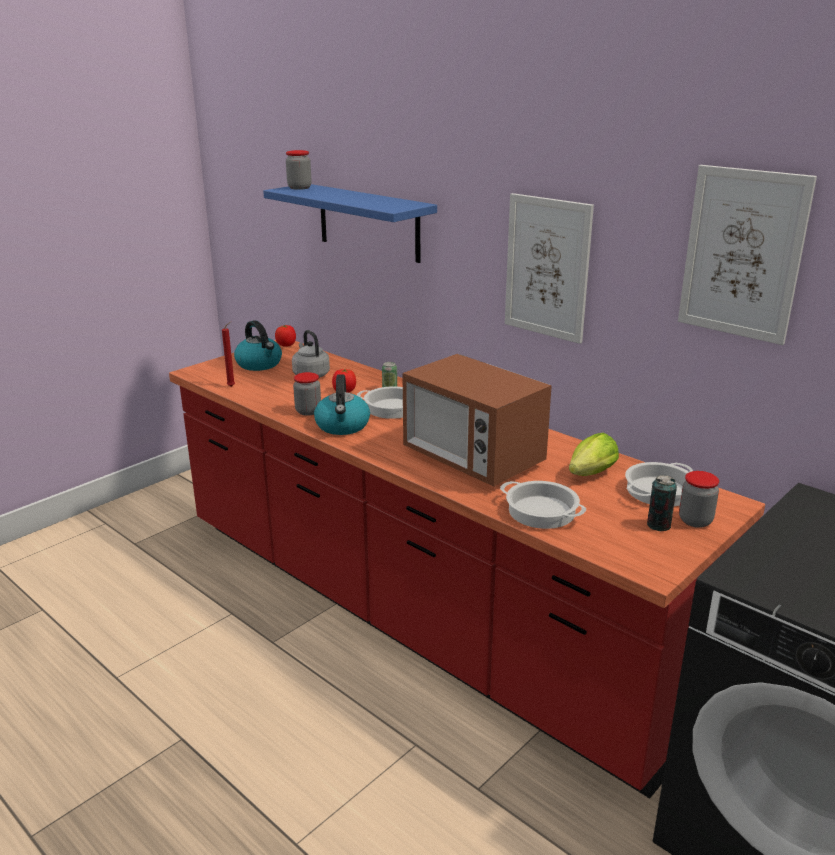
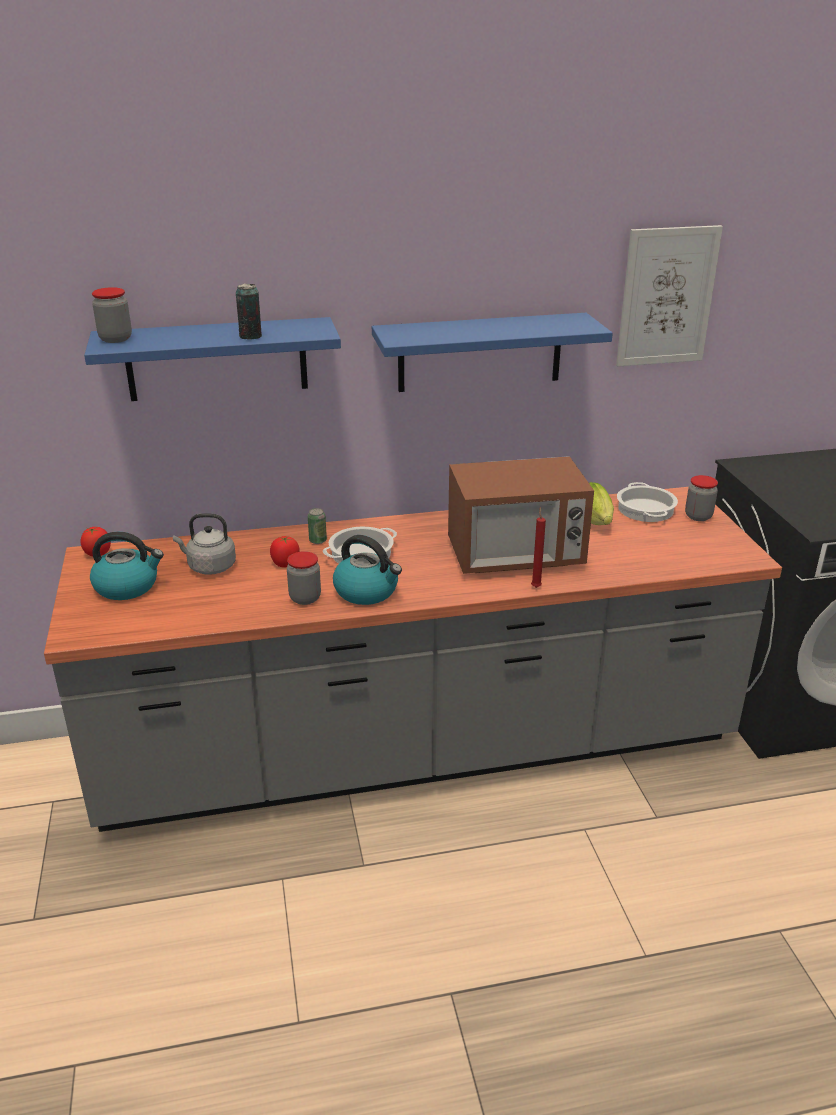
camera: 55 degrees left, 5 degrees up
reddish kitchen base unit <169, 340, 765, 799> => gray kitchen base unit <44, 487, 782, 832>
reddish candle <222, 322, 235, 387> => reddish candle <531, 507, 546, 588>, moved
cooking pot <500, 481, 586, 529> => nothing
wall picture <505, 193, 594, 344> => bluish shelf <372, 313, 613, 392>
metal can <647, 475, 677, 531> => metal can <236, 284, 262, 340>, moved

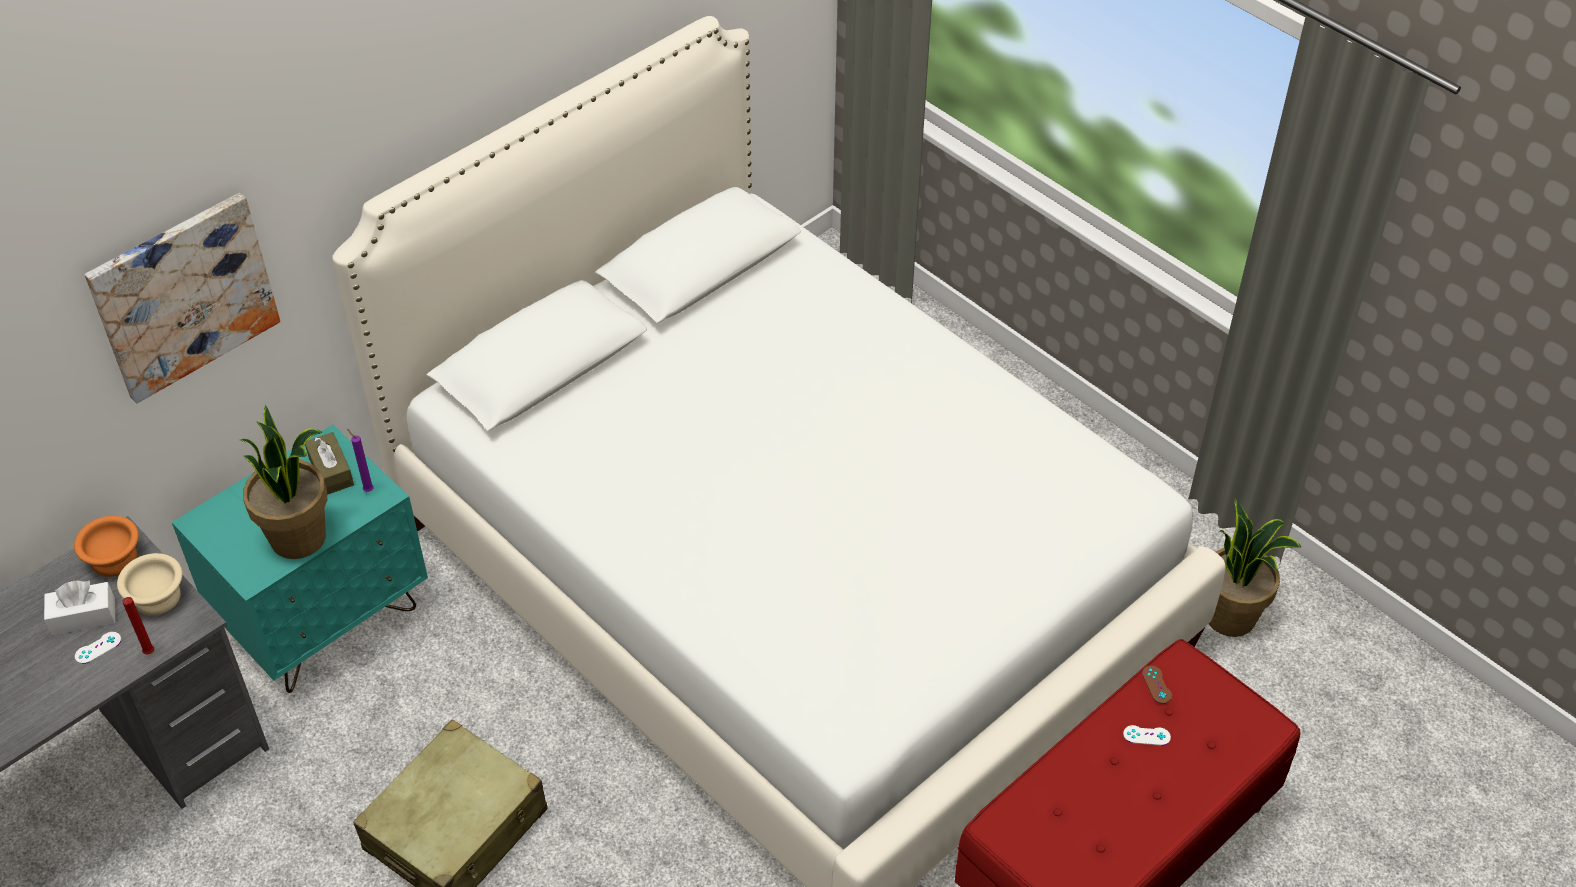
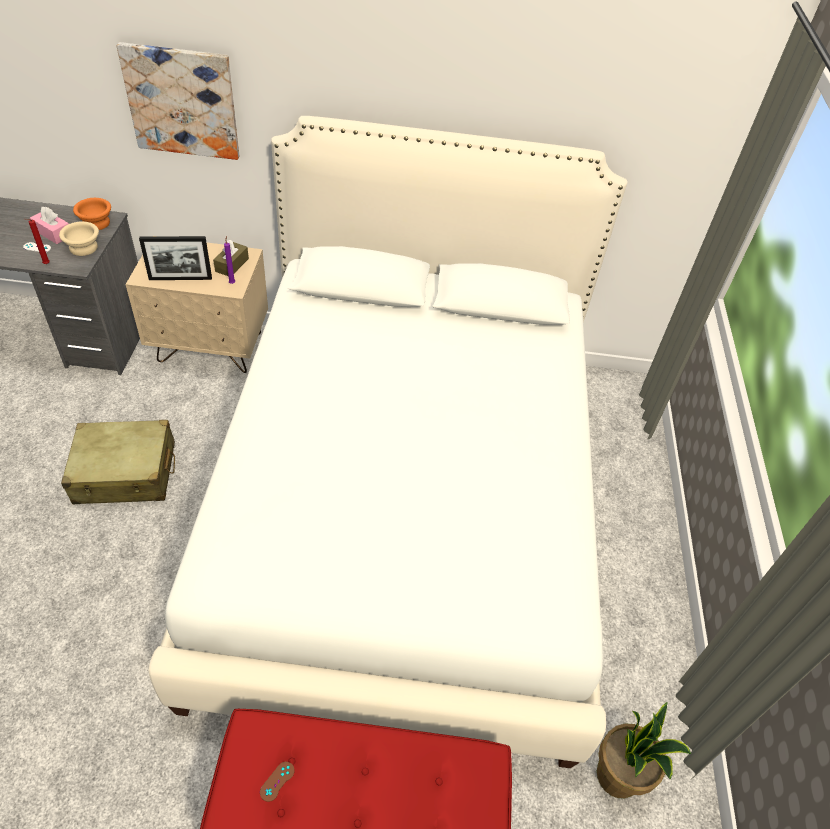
camera: 45 degrees right, 0 degrees up
whitish tissue holder <44, 580, 115, 635> => pinkish tissue holder <30, 206, 69, 244>
blue-green bedside table <172, 425, 428, 693> => beige bedside table <125, 242, 268, 373>
potted plant <240, 405, 327, 559> => standing frame <139, 236, 212, 280>
whitish gamepad <1123, 725, 1171, 746> => nothing
brown gamepad <1142, 666, 1172, 704> => brown gamepad <260, 762, 294, 802>, moved

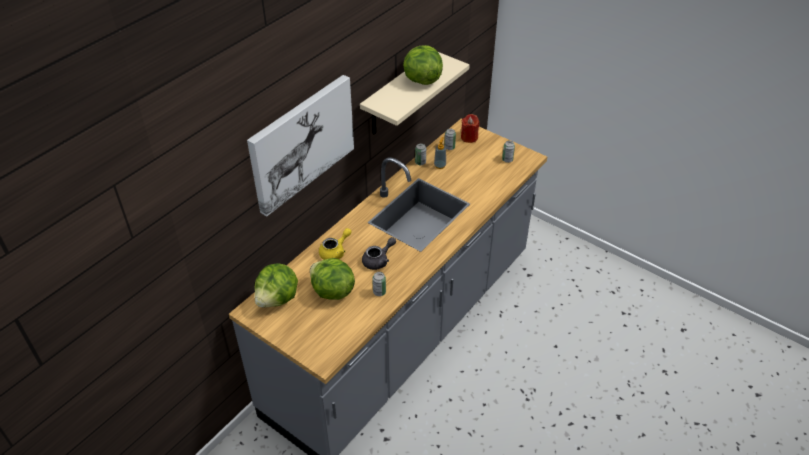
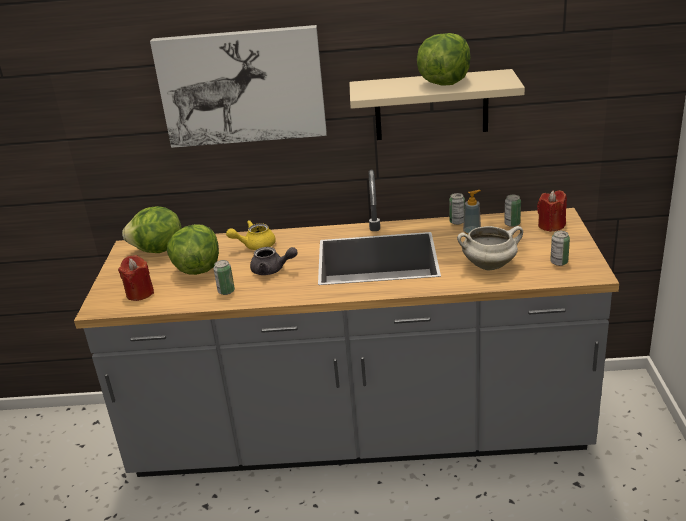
camera: 55 degrees right, 15 degrees down
yellowish tea pot <319, 228, 352, 260> => yellowish tea pot <226, 220, 276, 250>, 150 degrees clockwise
nothing => reddish candle <118, 255, 154, 301>
nothing => whitish cooking pot <457, 226, 523, 271>

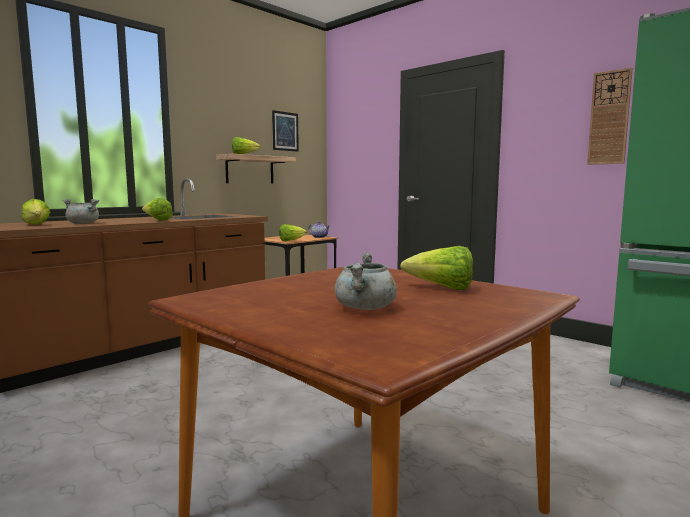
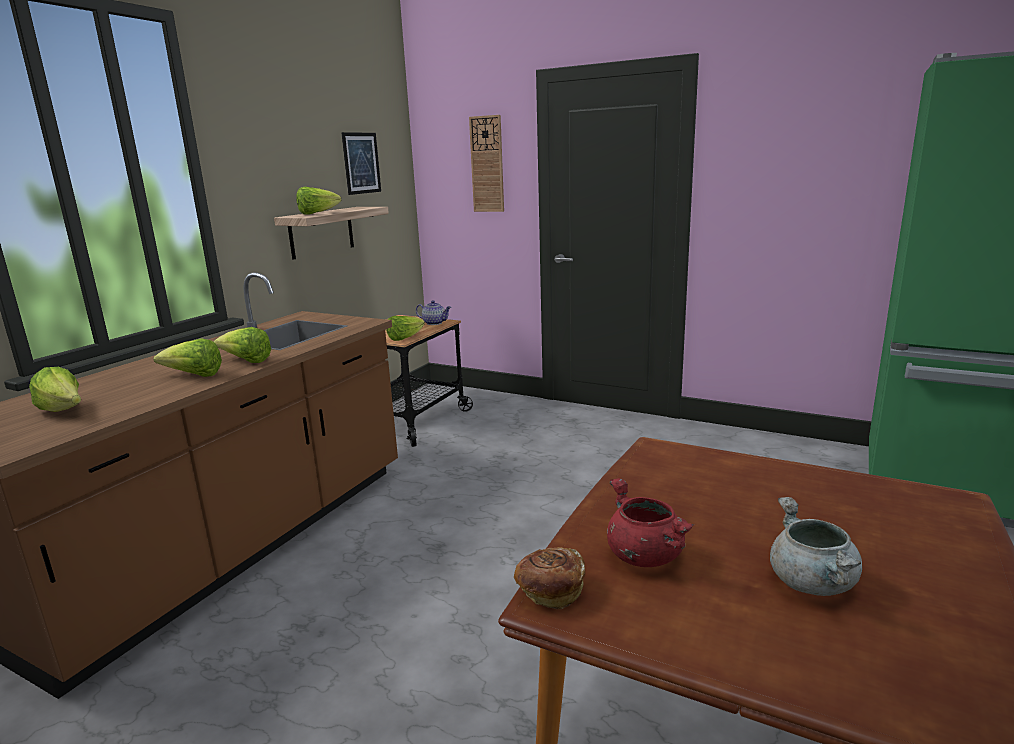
camera: 15 degrees left, 10 degrees up
gray cooking pot <62, 198, 99, 224> => nothing
head of lettuce <400, 246, 473, 290> => head of lettuce <154, 338, 222, 377>, moved
hanging clock <587, 68, 633, 165> => hanging clock <469, 115, 504, 212>, moved
nothing => bread <513, 547, 585, 609>
nothing => reddish cooking pot <607, 478, 694, 567>

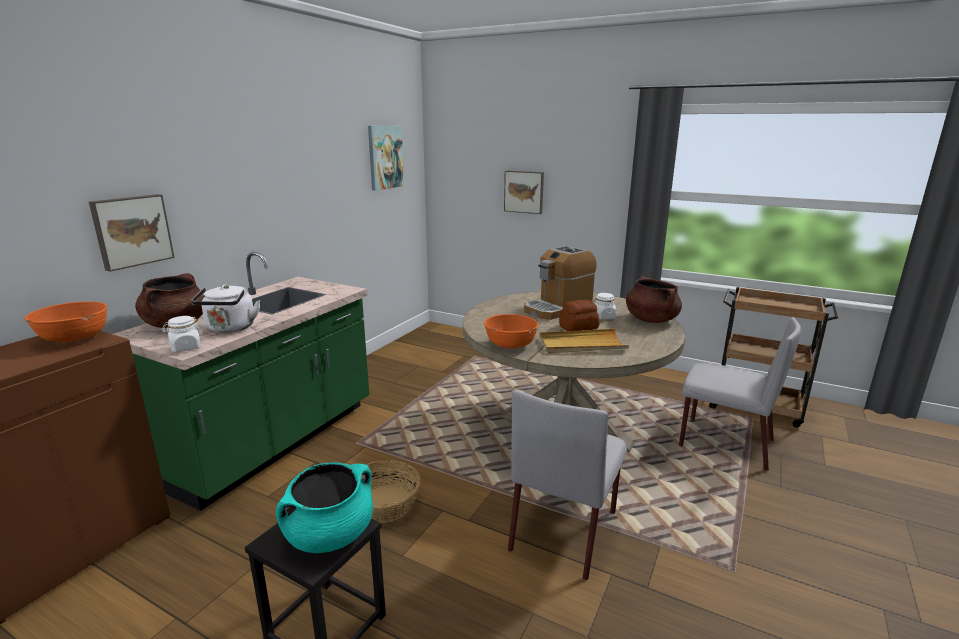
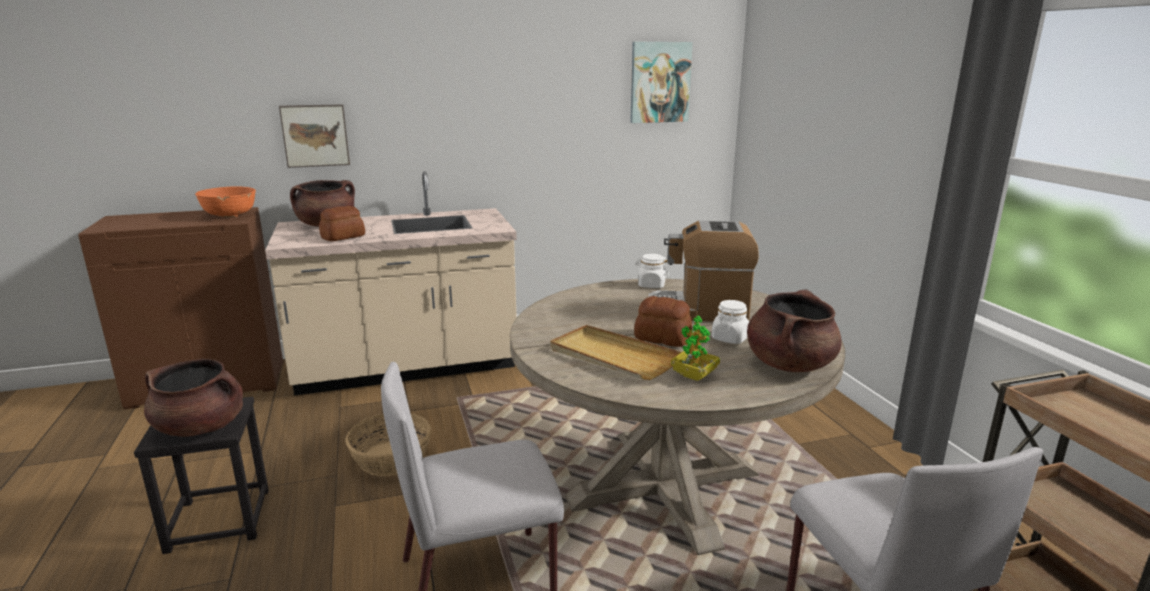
camera: 45 degrees right, 0 degrees up
green kitchen base unit <113, 252, 369, 511> => beige kitchen base unit <265, 171, 517, 395>
whitish jar <162, 316, 203, 352> => whitish jar <635, 254, 669, 288>, moved
whitish tea kettle <191, 284, 260, 333> => bread <319, 205, 365, 241>
blue-green cooking pot <276, 462, 373, 553> => brown cooking pot <144, 359, 243, 437>
orange-coloured deep dish <484, 314, 539, 348> => nothing
wall picture <504, 171, 544, 214> => nothing
nothing => potted plant <671, 316, 720, 381>

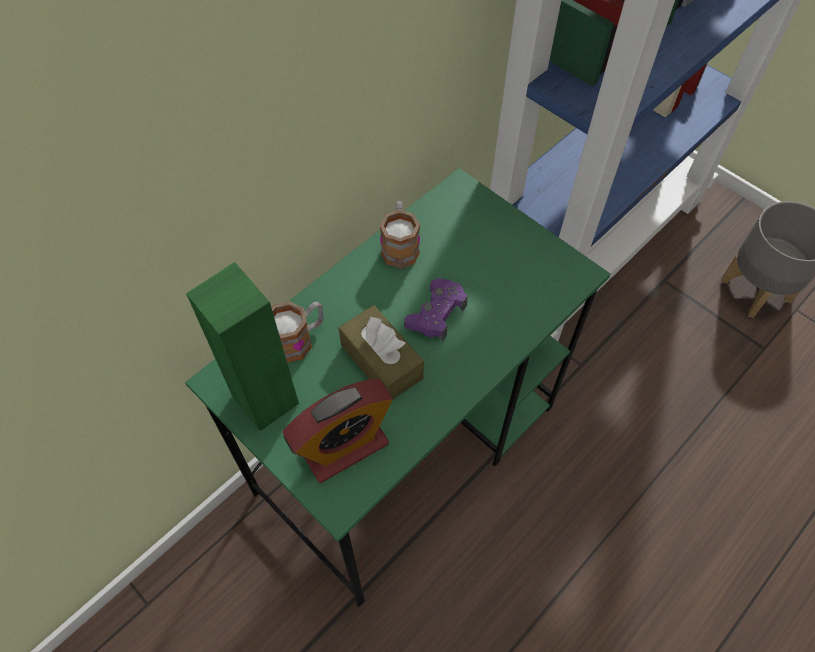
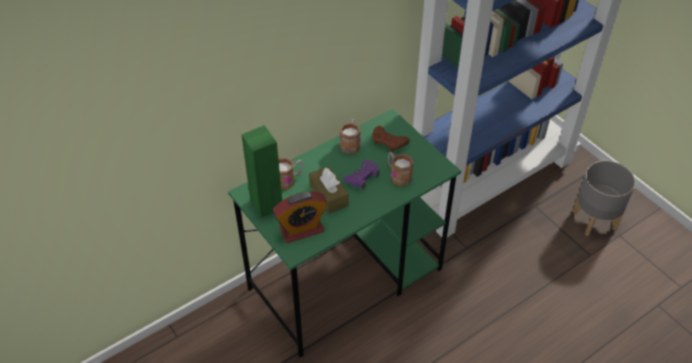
camera: 10 degrees right, 10 degrees down
nothing => brown gamepad <372, 126, 410, 152>
nothing => mug <388, 152, 414, 186>

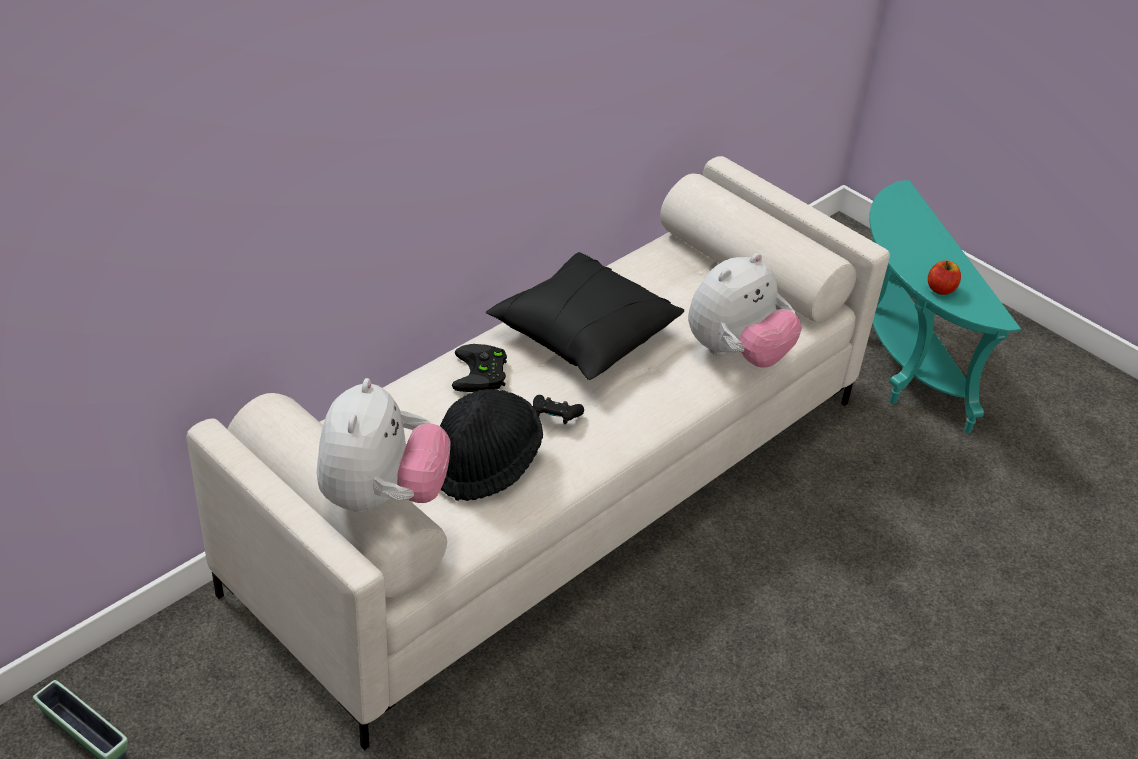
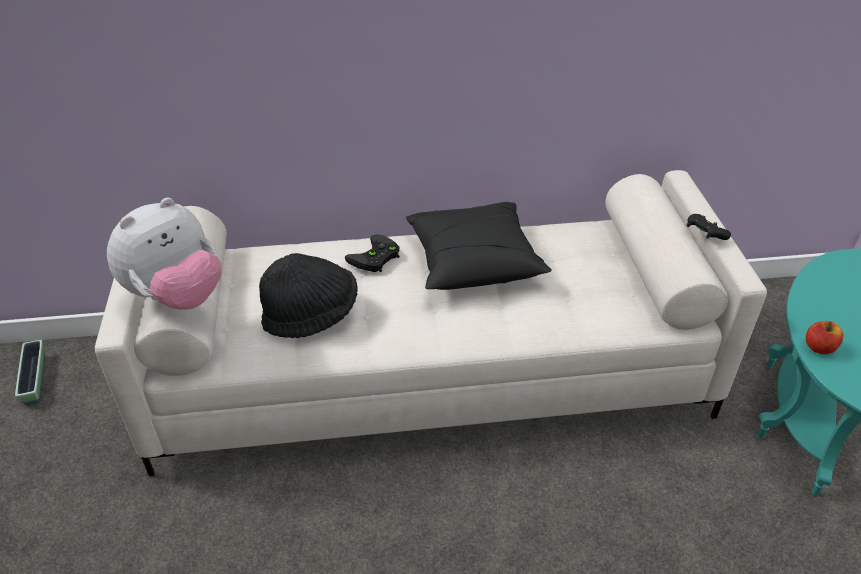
camera: 40 degrees right, 0 degrees up
blackish gamepad <533, 395, 584, 424> => blackish gamepad <687, 214, 731, 240>, moved
soft toy <688, 253, 802, 368> => nothing

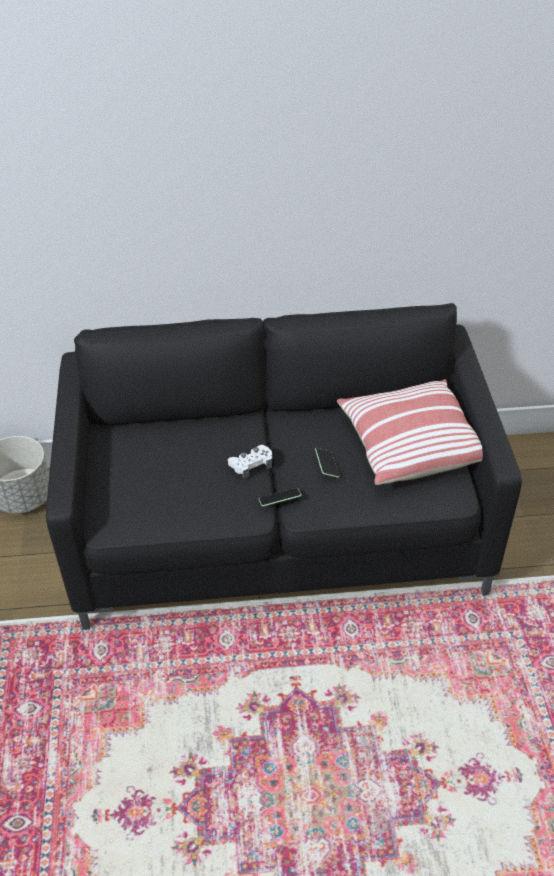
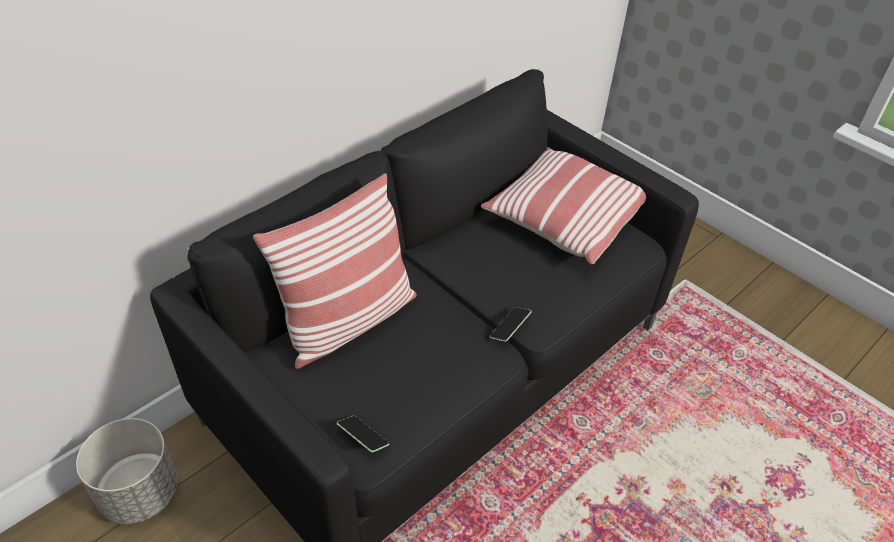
camera: 40 degrees left, 0 degrees up
whitish gamepad <228, 445, 272, 479> => nothing
handset <315, 448, 340, 478> => handset <337, 416, 389, 452>, moved
nothing => cushion <253, 173, 417, 369>

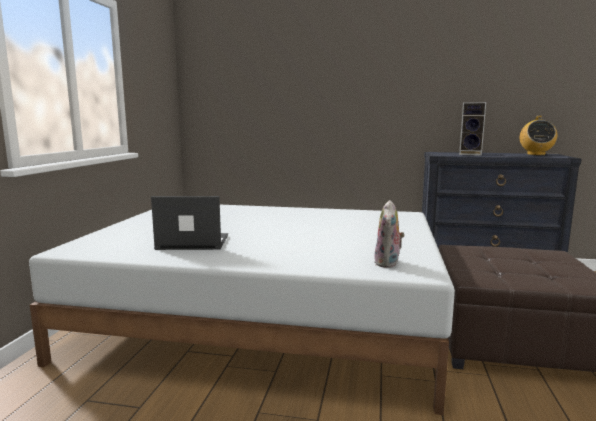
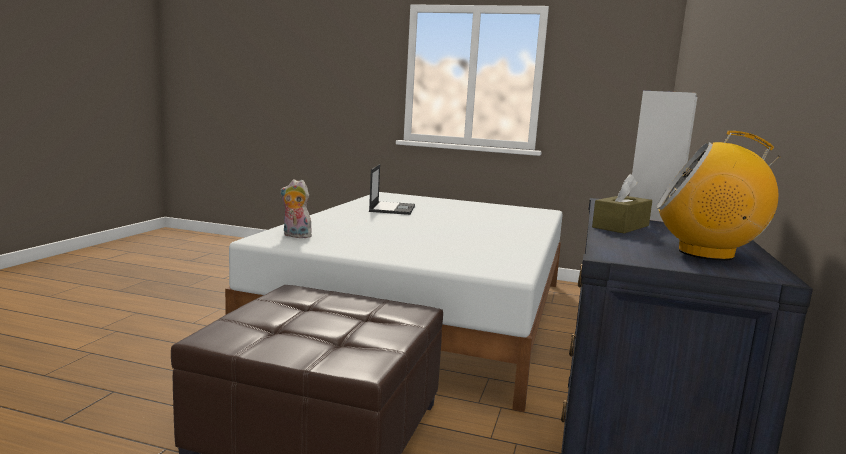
camera: 95 degrees right, 0 degrees up
nothing => brown tissue holder <592, 174, 652, 233>

